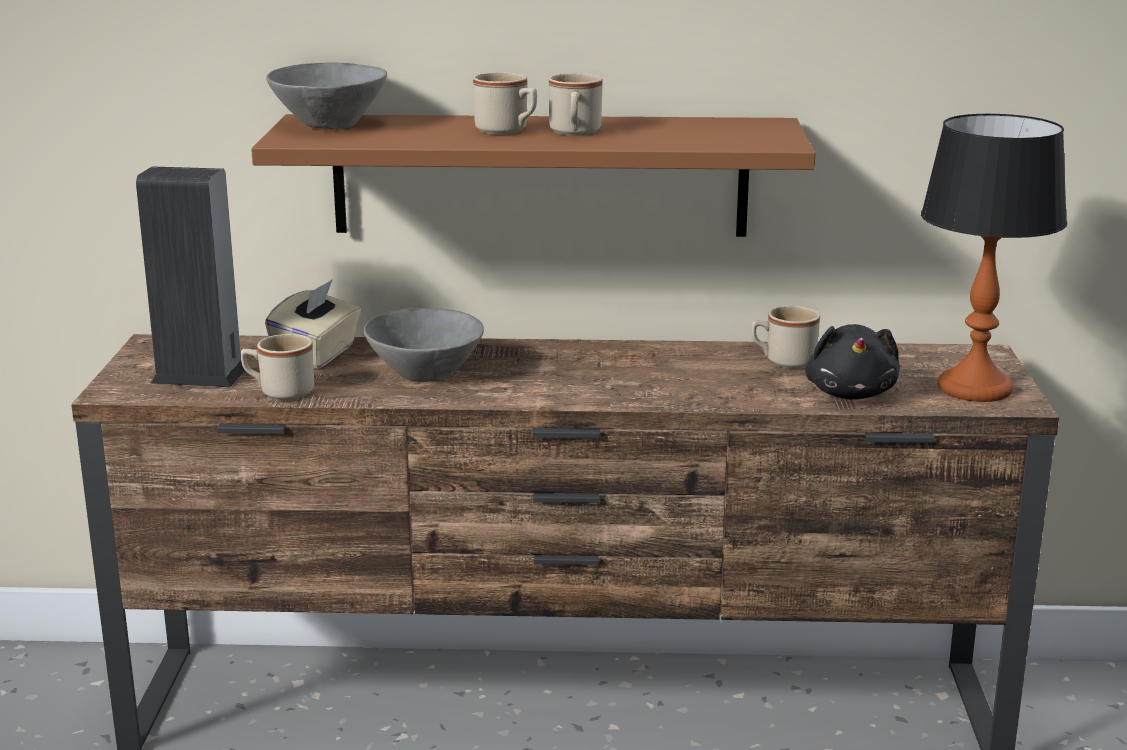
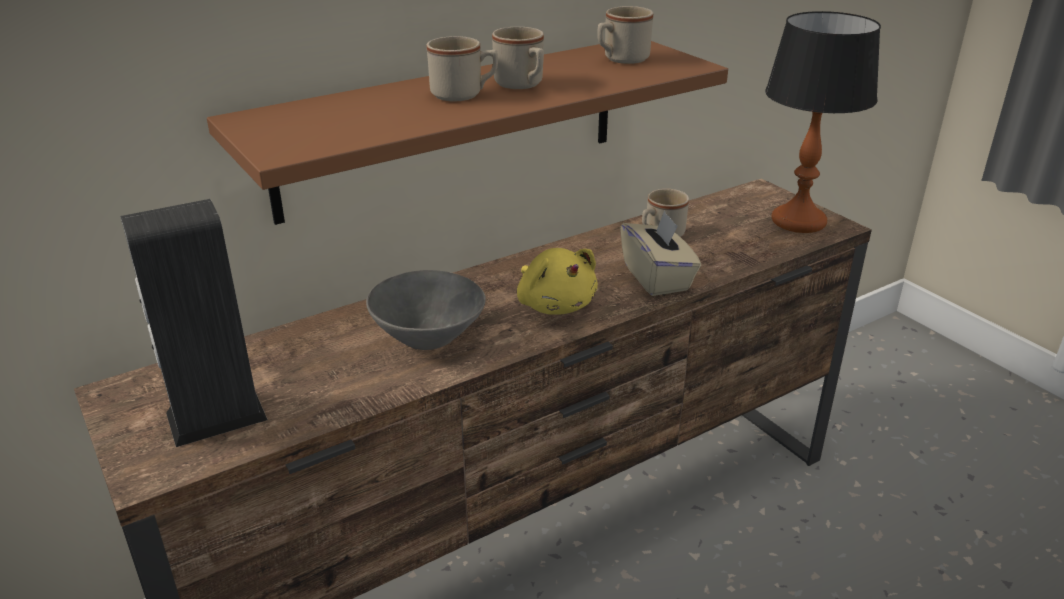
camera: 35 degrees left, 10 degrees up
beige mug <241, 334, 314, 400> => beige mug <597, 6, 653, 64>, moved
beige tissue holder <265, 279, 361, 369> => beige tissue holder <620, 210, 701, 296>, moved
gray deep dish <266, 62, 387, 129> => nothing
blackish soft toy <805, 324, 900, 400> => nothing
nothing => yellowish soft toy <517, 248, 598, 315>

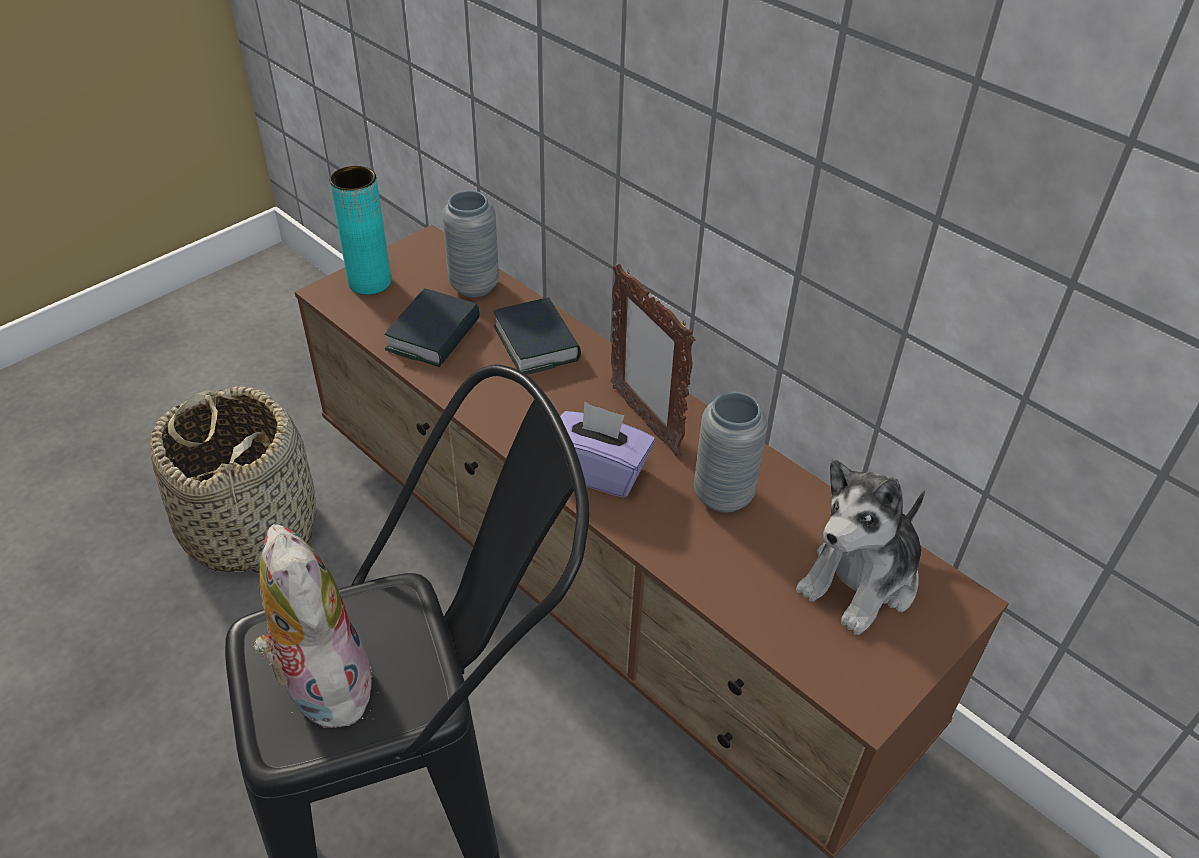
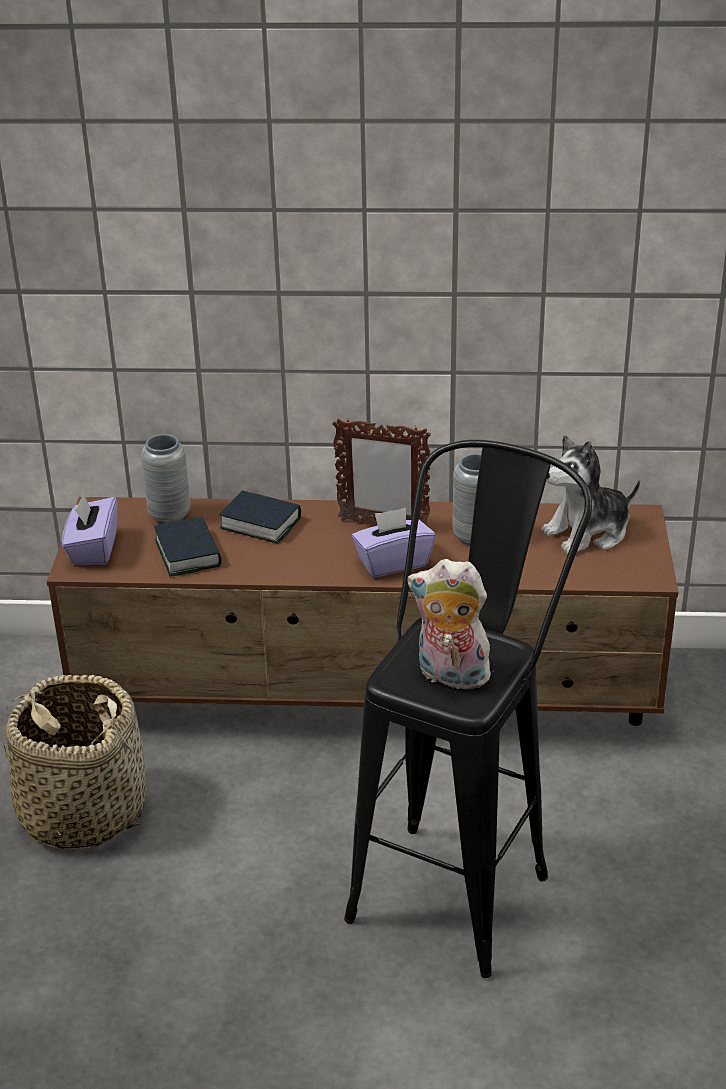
camera: 40 degrees left, 10 degrees down
blue-green decorative vase <330, 166, 391, 295> => purple tissue holder <62, 494, 118, 565>
soft toy <796, 459, 925, 635> => soft toy <541, 435, 640, 554>, 60 degrees clockwise

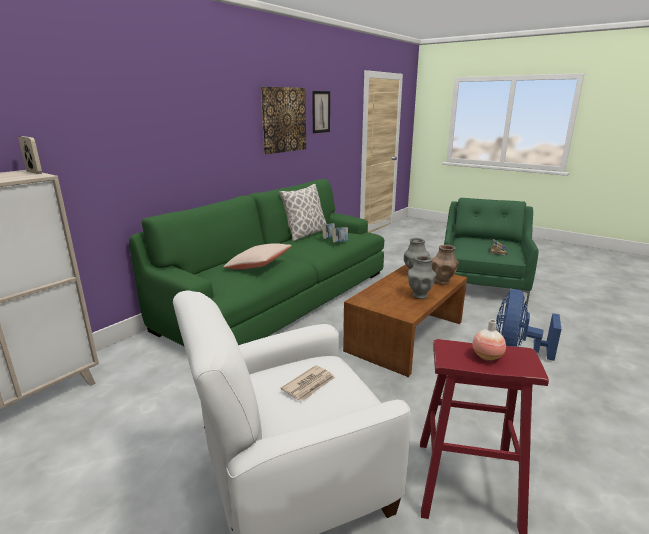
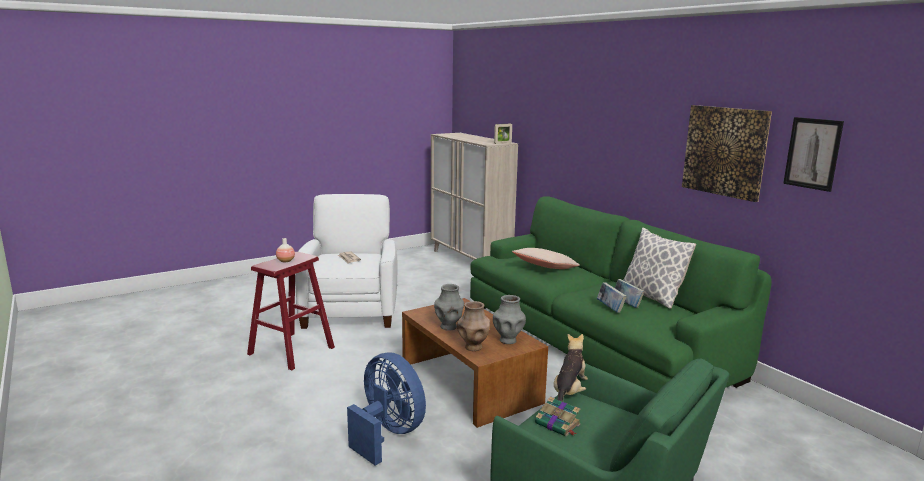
camera: 110 degrees right, 5 degrees down
nothing => soft toy <554, 334, 588, 401>

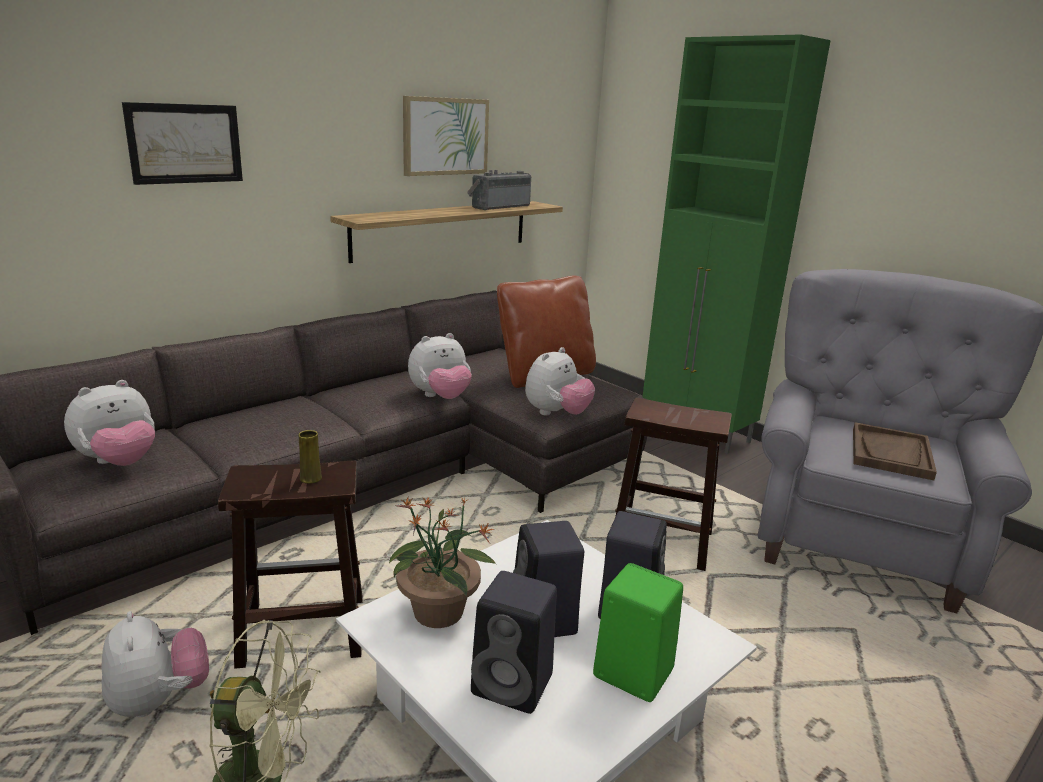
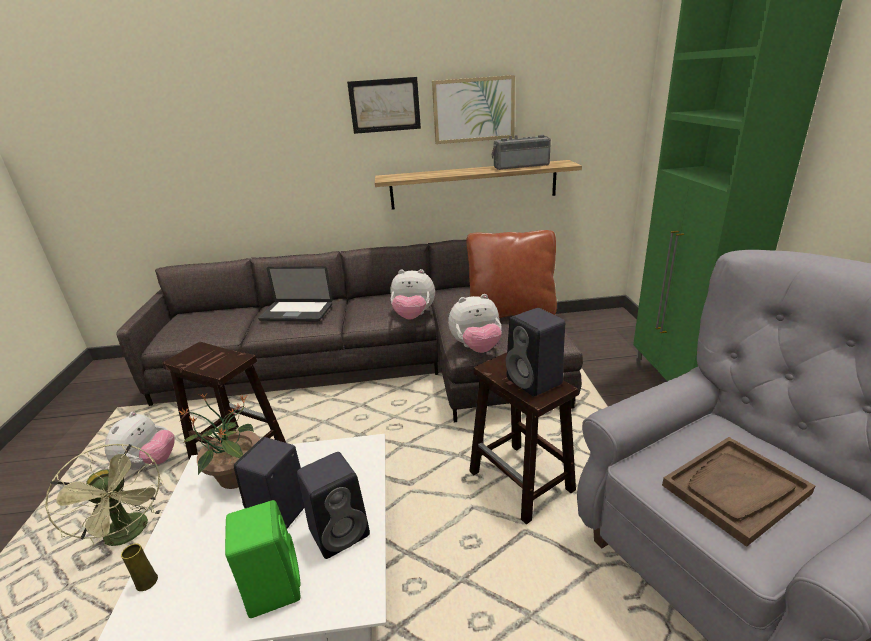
camera: 40 degrees right, 5 degrees up
soft toy <64, 380, 155, 466> => nothing
wall picture <122, 102, 243, 185> => wall picture <347, 77, 421, 134>, moved
yellowish decorative vase <298, 430, 322, 484> => yellowish decorative vase <121, 543, 158, 591>, moved
blackish audio speaker <471, 571, 557, 714> => blackish audio speaker <506, 308, 565, 396>, moved
nothing => portable computer <258, 266, 333, 322>

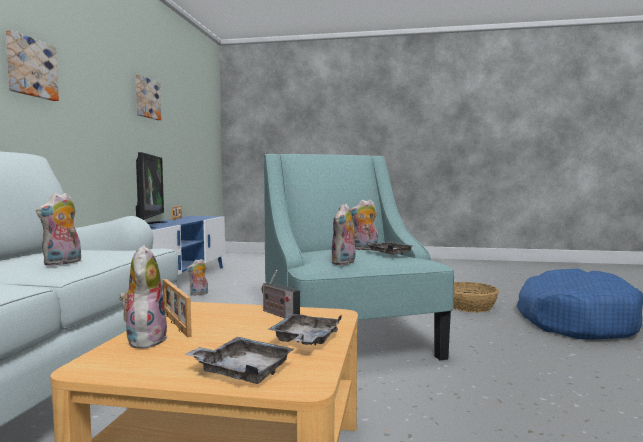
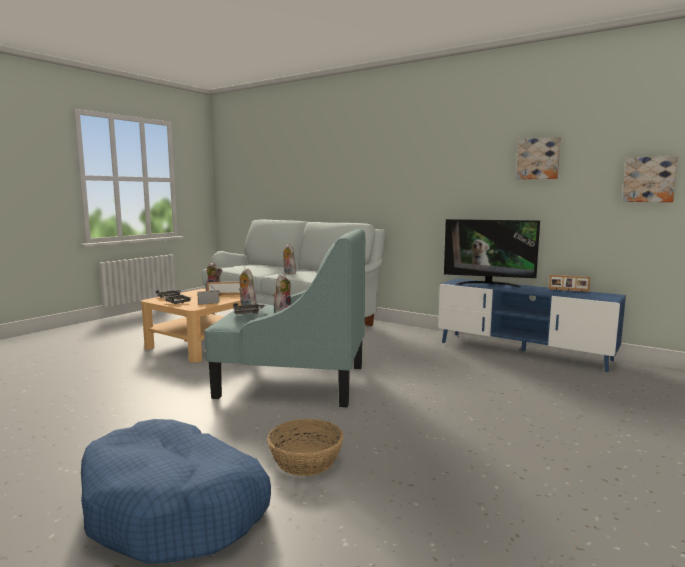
camera: 115 degrees right, 5 degrees up
wall picture <6, 30, 59, 101> => wall picture <622, 156, 678, 202>, moved
soft toy <186, 259, 208, 296> => nothing

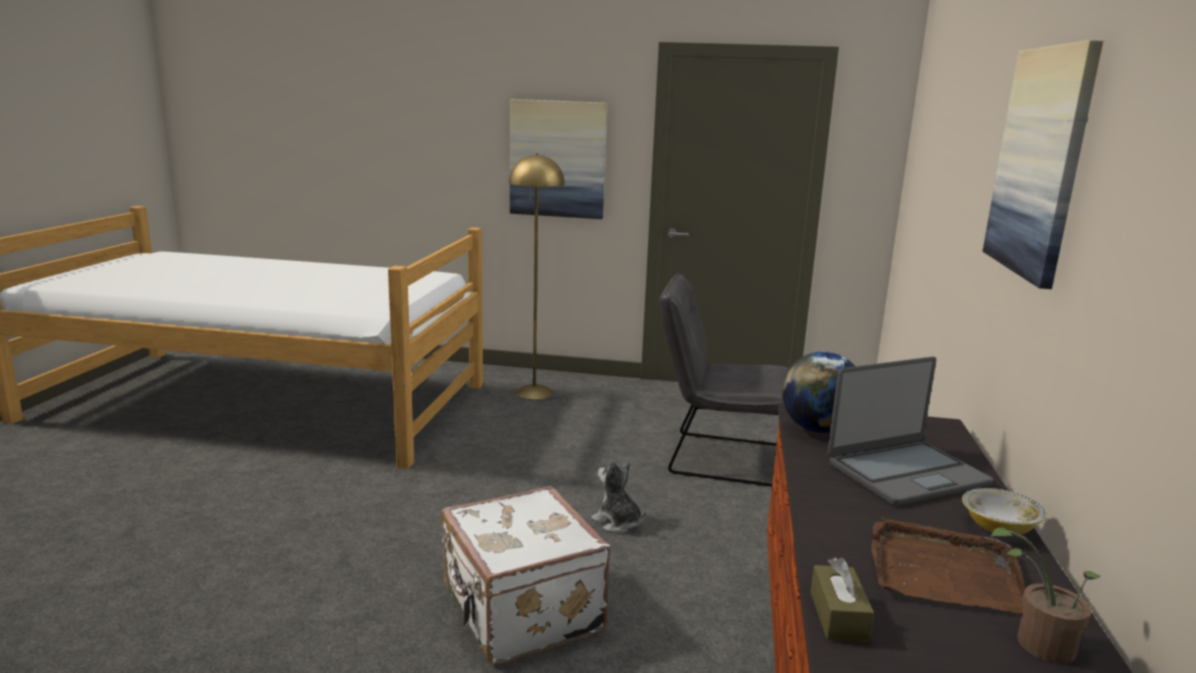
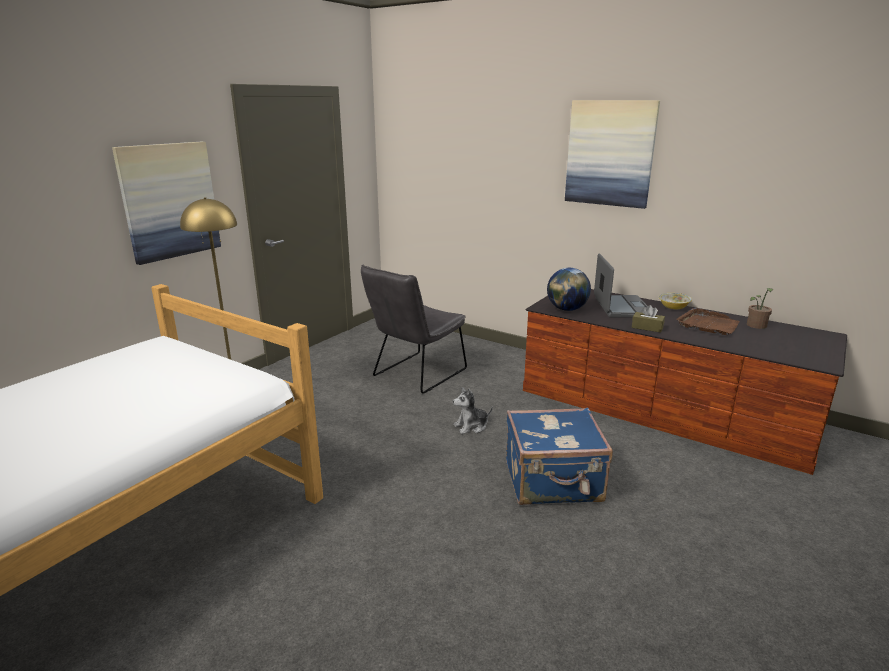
camera: 65 degrees left, 5 degrees up
whitish suitcase <441, 486, 610, 665> => bluish suitcase <506, 407, 613, 505>
brown tissue holder <810, 558, 874, 643> => brown tissue holder <632, 305, 665, 333>, moved

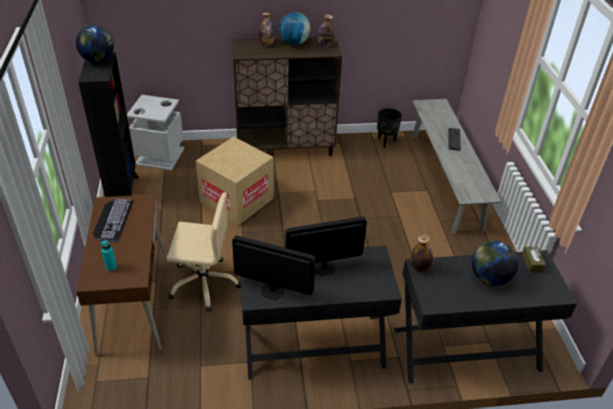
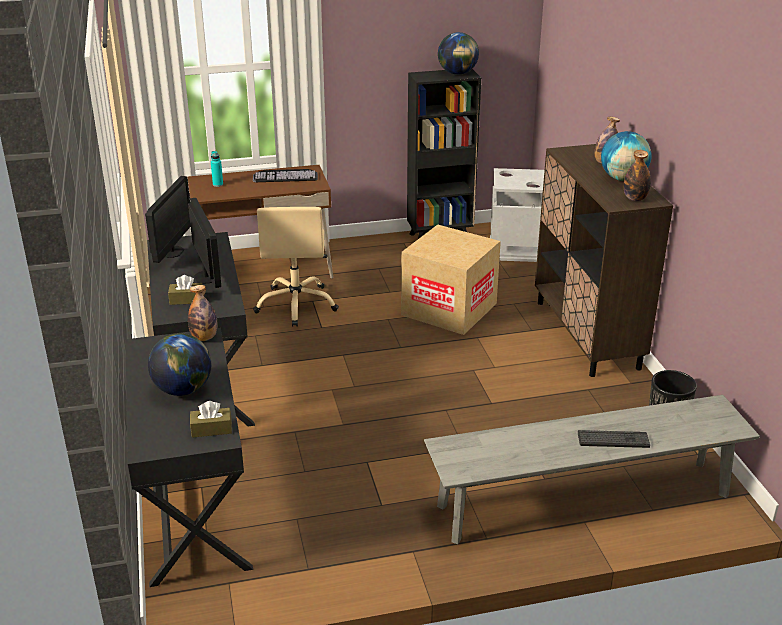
camera: 85 degrees right, 10 degrees down
nothing => brown tissue holder <168, 275, 203, 305>

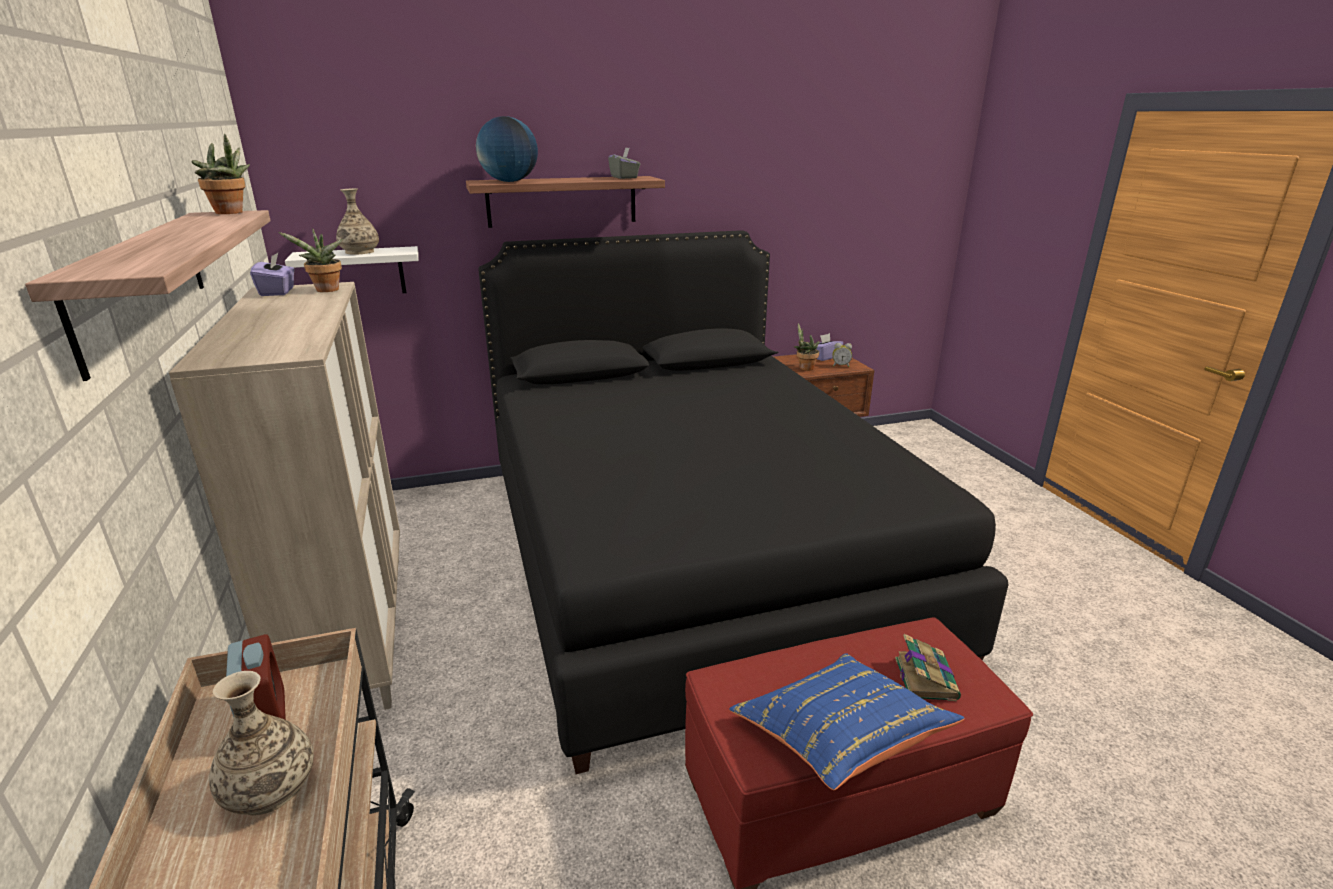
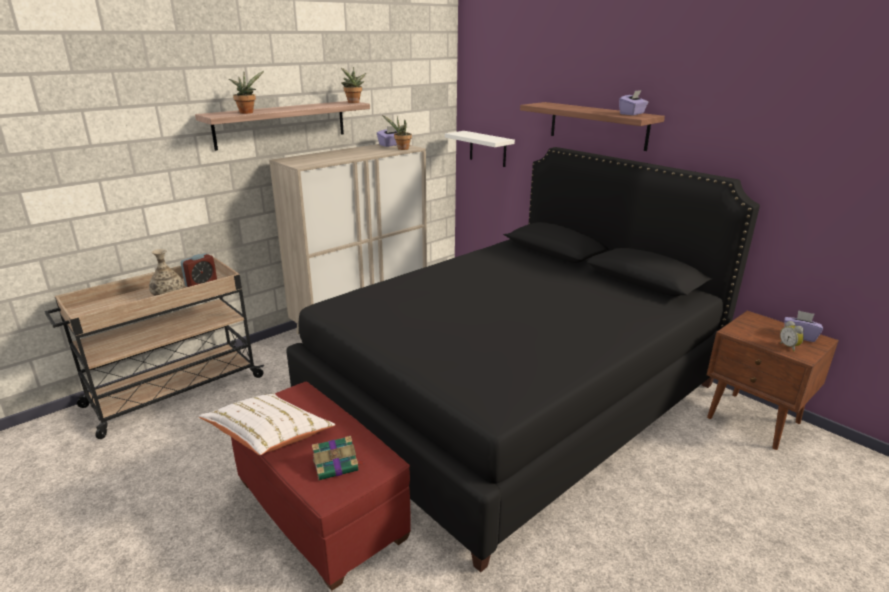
camera: 65 degrees right, 0 degrees up
decorative vase <336, 188, 379, 255> => nothing
world globe <476, 116, 538, 182> => nothing
gray tissue holder <608, 148, 640, 179> => purple tissue holder <619, 90, 648, 115>
bluish cushion <729, 653, 965, 790> => whitish cushion <199, 393, 335, 455>
potted plant <794, 323, 820, 371> => potted plant <229, 71, 264, 114>, moved

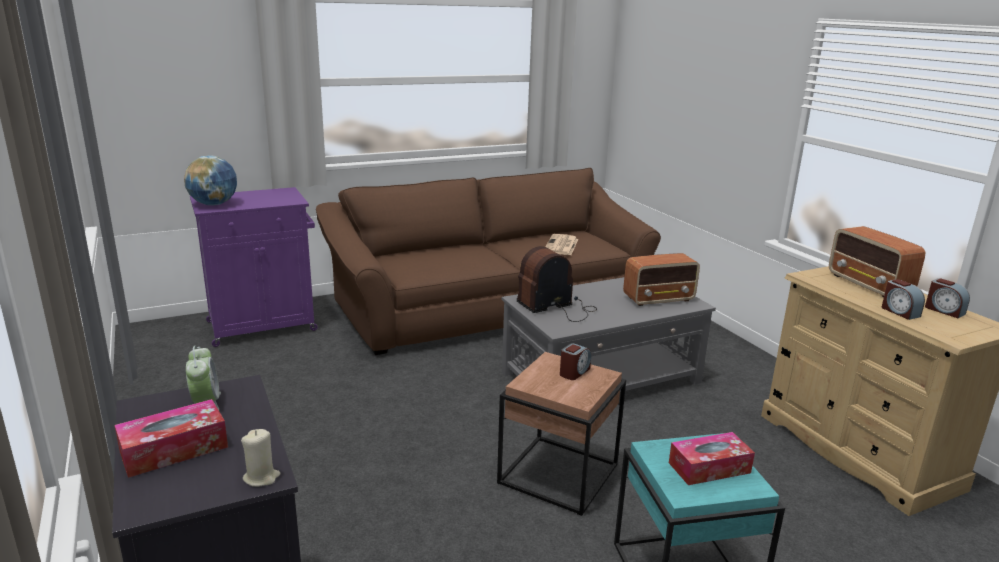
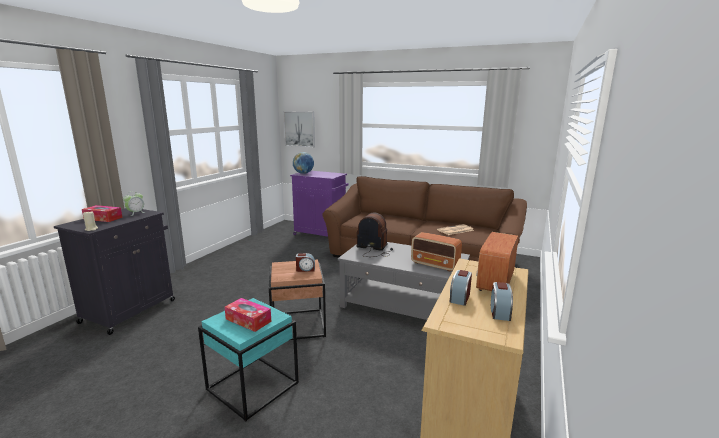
camera: 50 degrees right, 5 degrees down
nothing => wall picture <283, 111, 315, 147>

